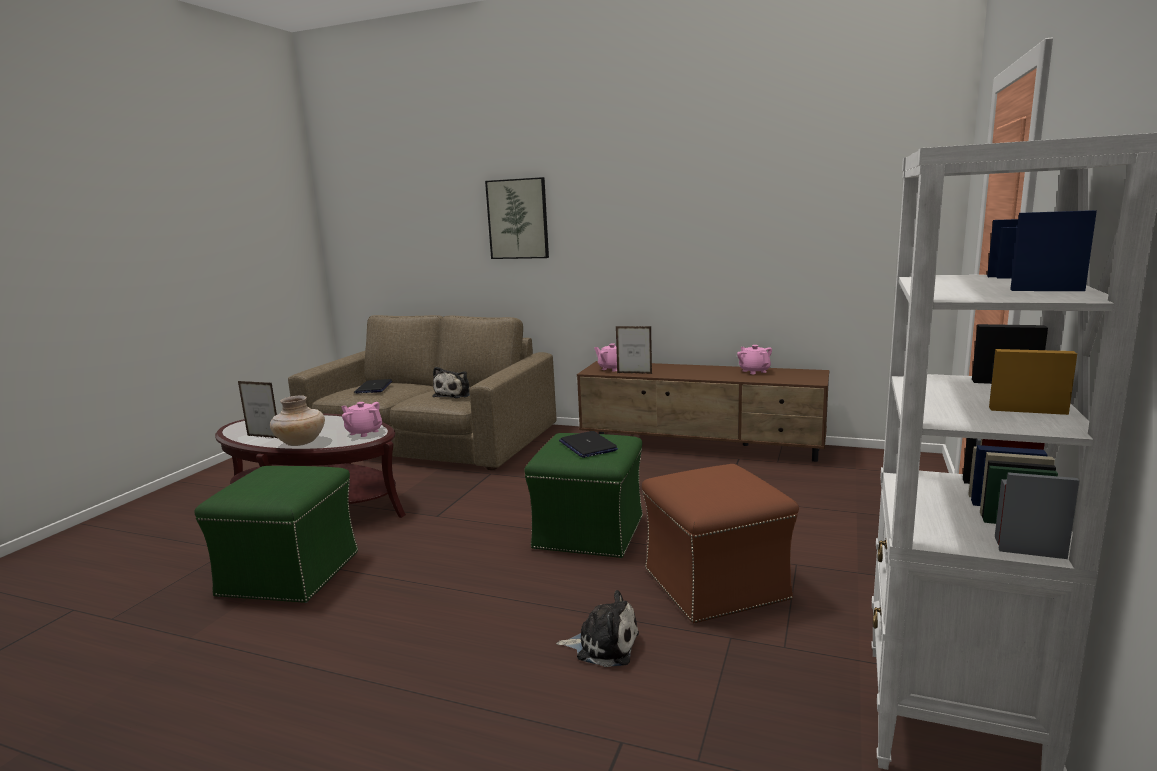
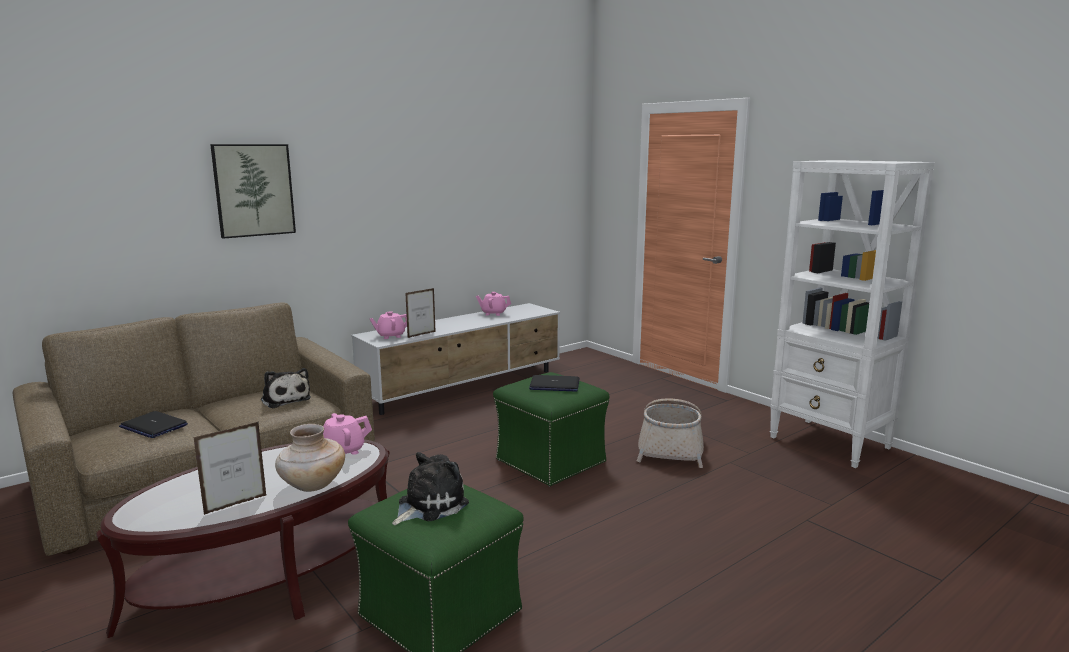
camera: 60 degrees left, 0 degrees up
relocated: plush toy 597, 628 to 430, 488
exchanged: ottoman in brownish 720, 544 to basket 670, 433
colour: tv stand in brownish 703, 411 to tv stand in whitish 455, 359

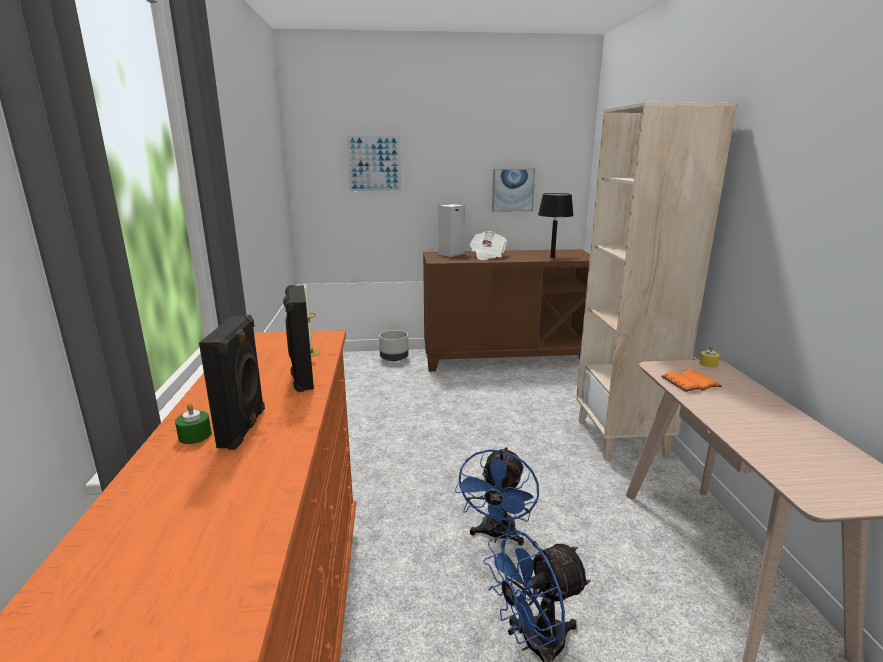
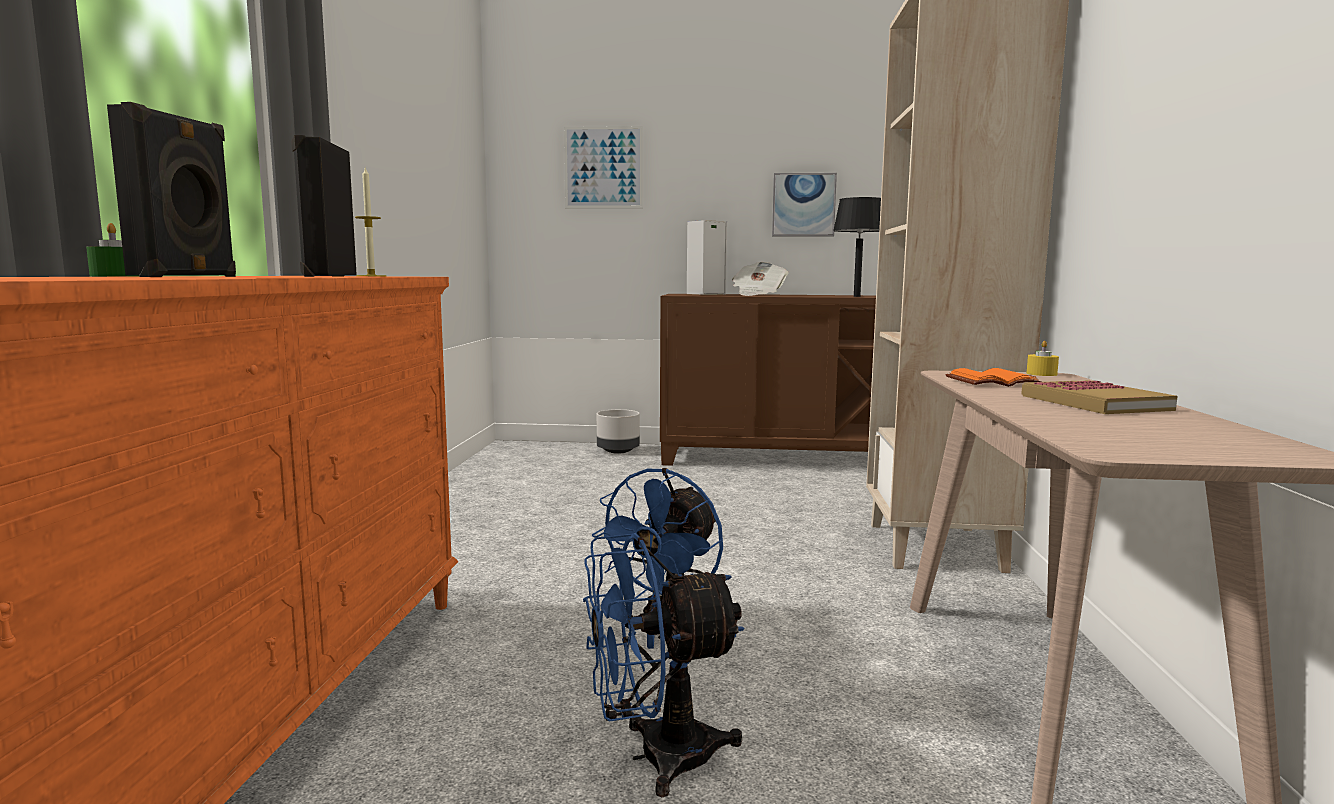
camera: 10 degrees right, 10 degrees down
appeared: bound book 1099, 397

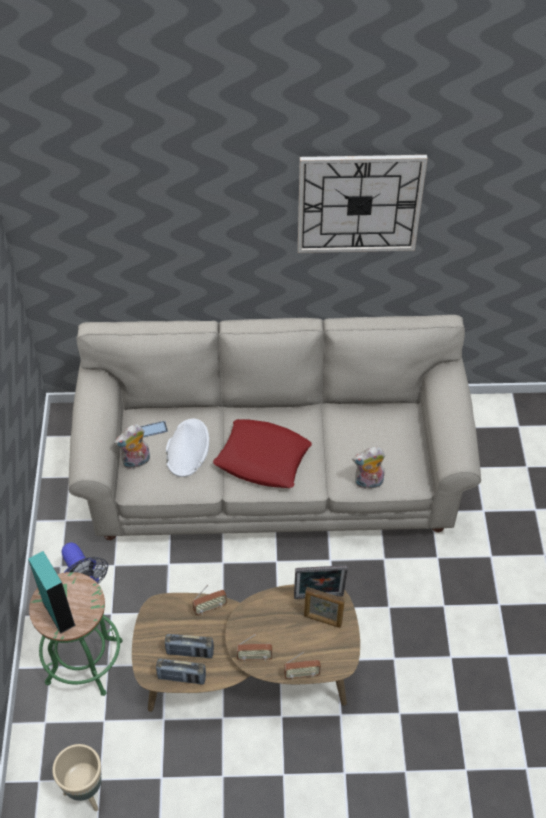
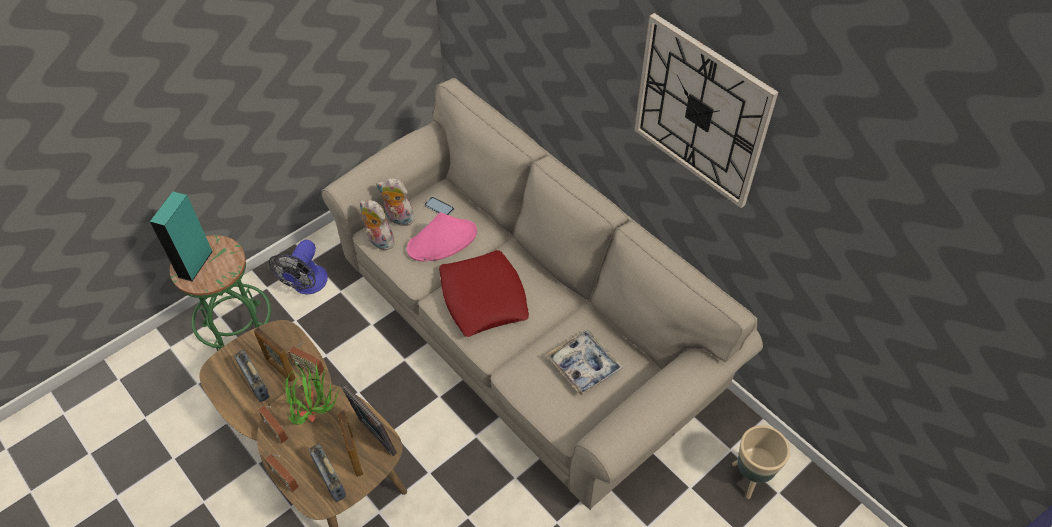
camera: 50 degrees right, 0 degrees up
appeared: photo frame 275, 354; houseplant 311, 393; serving tray 584, 363
relocated: planter in sand-coloured 77, 777 to 761, 462; radio receiver 181, 671 to 327, 473; plush toy 368, 468 to 377, 225
colour: clothing hat in whitish 187, 448 to clothing hat in pinkish 442, 237

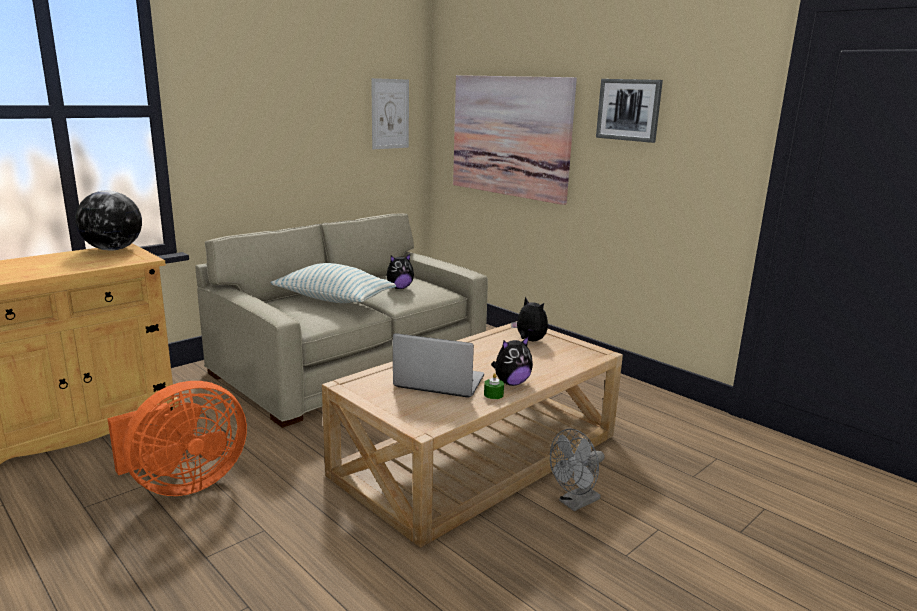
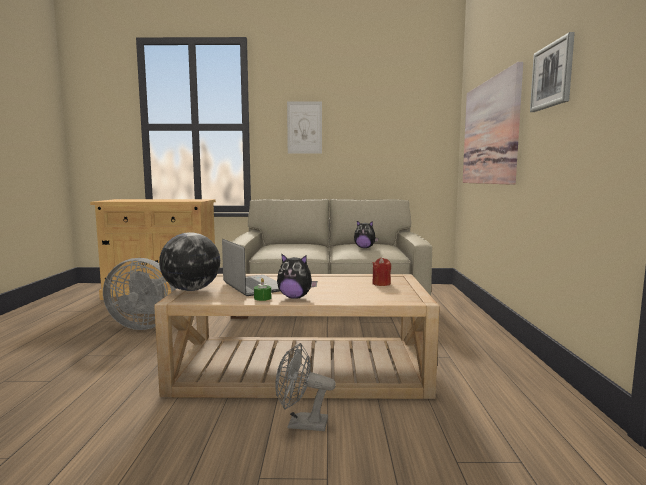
camera: 45 degrees right, 10 degrees down
missing: cushion 333, 283
relocated: world globe 108, 221 to 189, 261; wall picture 390, 113 to 304, 127
exchanged: plush toy 529, 319 to wax candle in reddish 381, 271
colour: cooling fan in orange-coloured 177, 438 to cooling fan in grey 140, 294

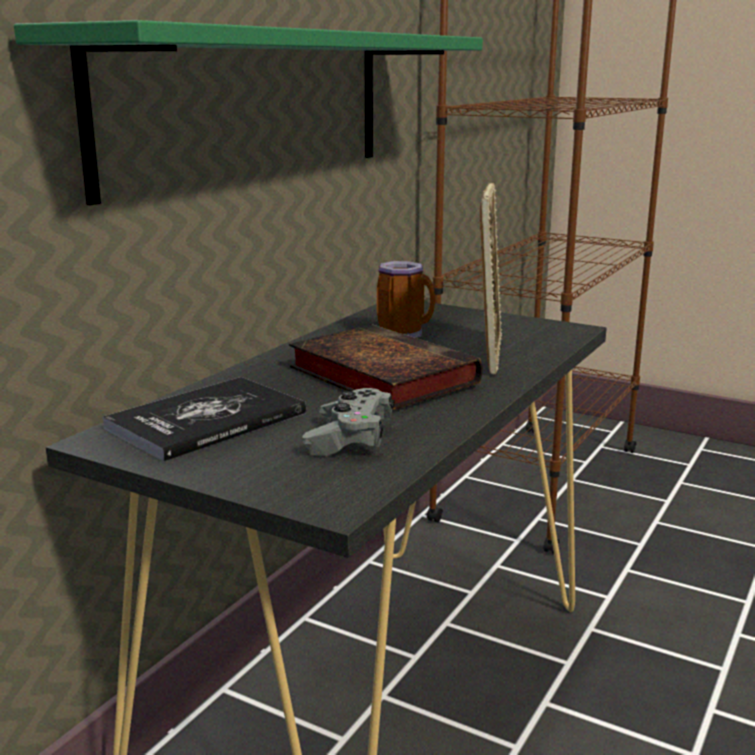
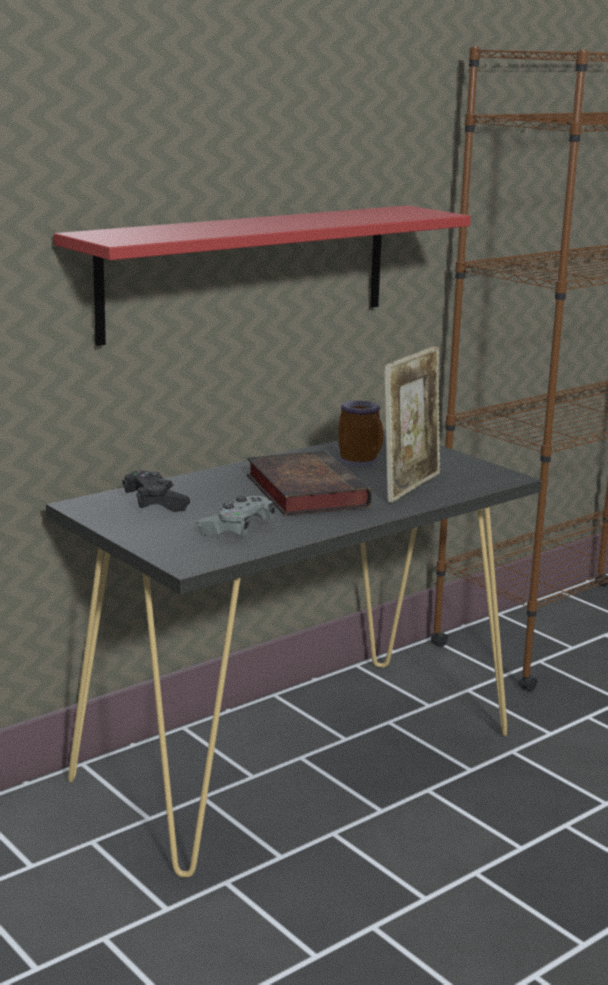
camera: 20 degrees right, 0 degrees up
exchanged: bound book 204, 419 to game controller in black 156, 491
colour: shelf in green-coloured 248, 112 to shelf in reddish 262, 276

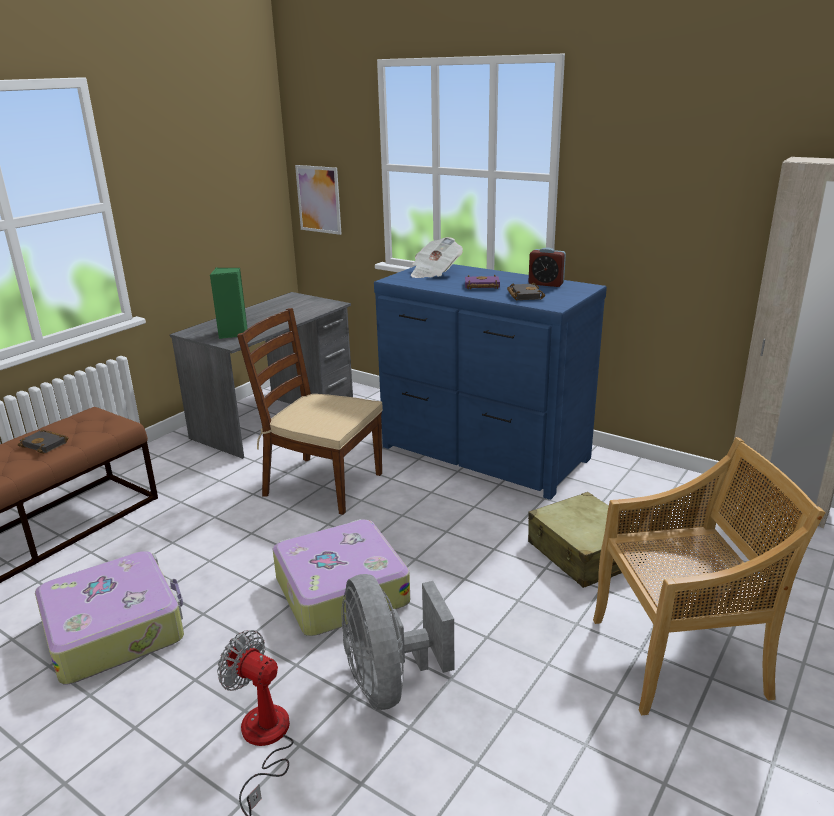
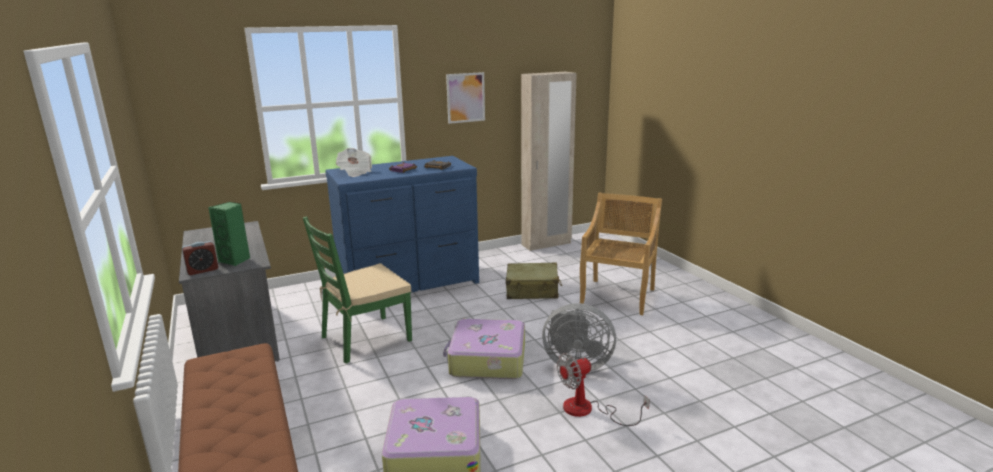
camera: 60 degrees left, 5 degrees down
missing: bound book in black 43, 441
relocated: wall picture 318, 200 to 465, 98; table clock 547, 267 to 200, 258
colour: chair in brownish 310, 411 to chair in green-coloured 357, 290

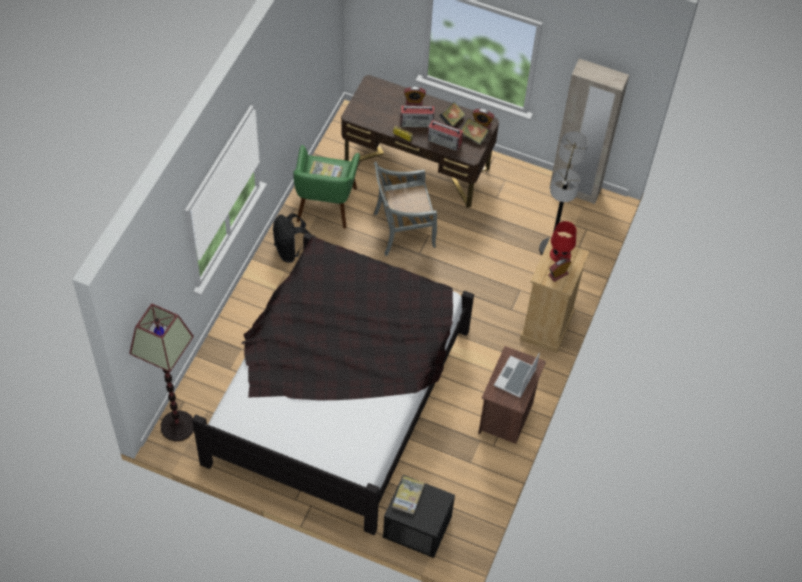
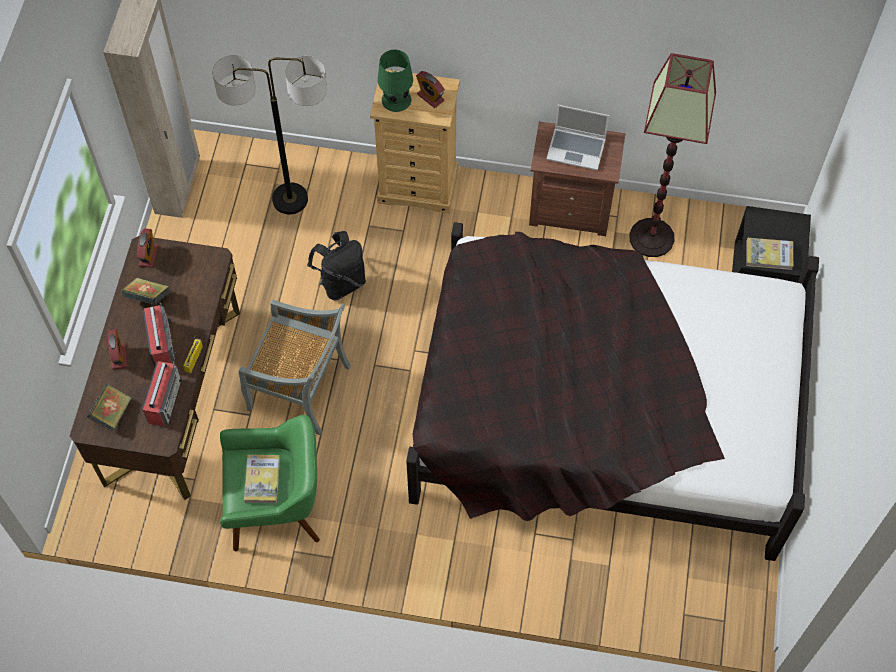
camera: 100 degrees left, 5 degrees up
relocated: standing lamp 161, 372 to 672, 155; backpack in black 291, 238 to 336, 265; radio receiver 445, 135 to 162, 394; bound book 475, 131 to 109, 408
colour: tabletop lamp in reddish 563, 241 to tabletop lamp in green-coloured 395, 80
spun: chair in grey 405, 209 = 295, 367 45 degrees counterclockwise

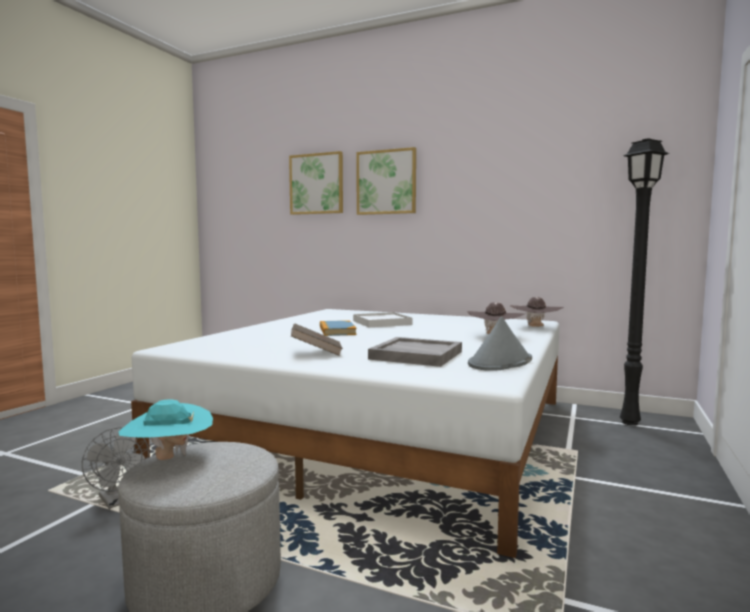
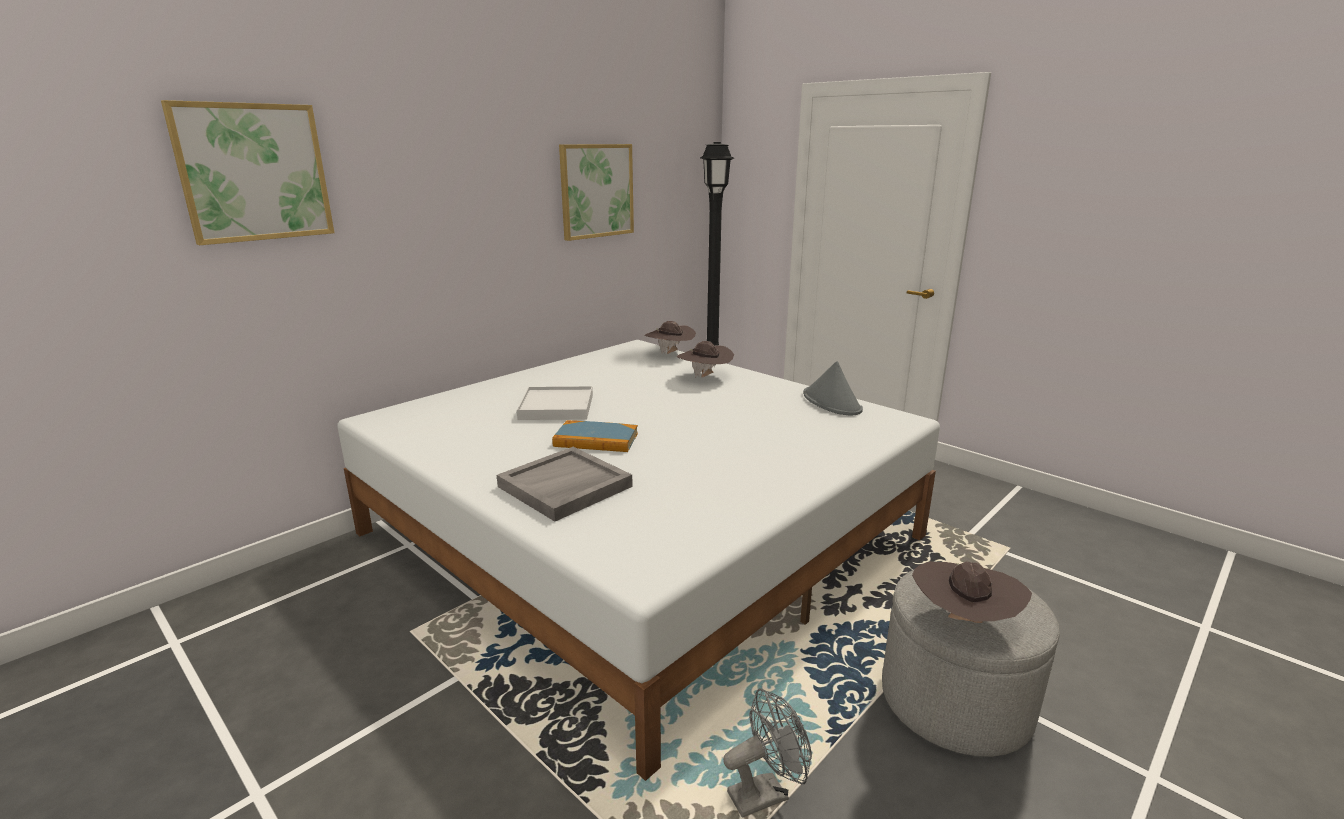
camera: 70 degrees left, 15 degrees up
missing: bound book in brownish 317, 339
relocated: wall picture 386, 181 to 596, 192; serving tray in grey 415, 352 to 565, 484
colour: clothing hat in turquoise-coloured 166, 429 to clothing hat in brownish 972, 592

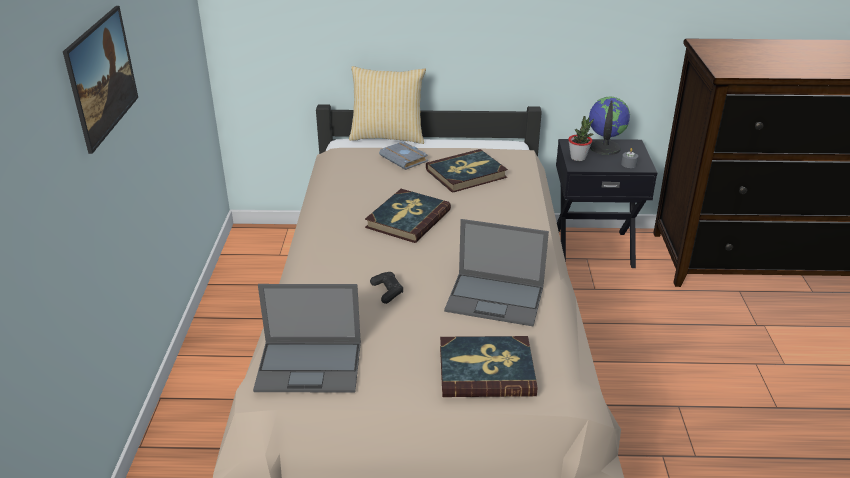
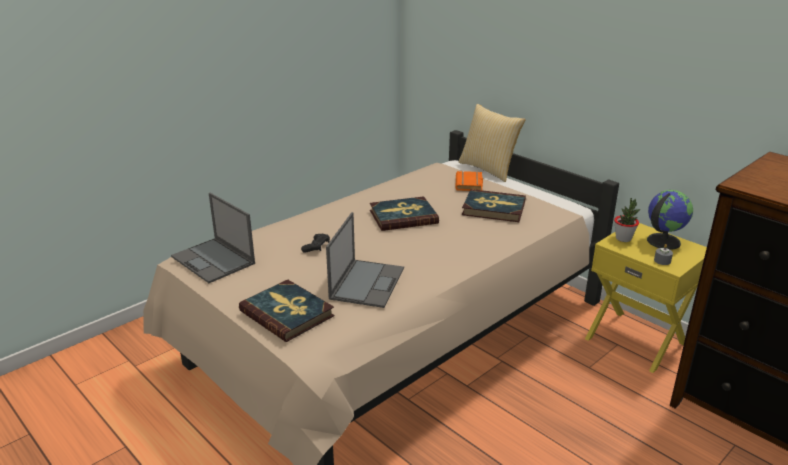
camera: 45 degrees right, 5 degrees down
missing: wall picture 100, 80
colour: bound book in grey 403, 155 to bound book in orange-coloured 469, 181; night table in black 606, 203 to night table in yellow-coloured 646, 298
spun: laptop 496, 272 = 365, 260 135 degrees counterclockwise

